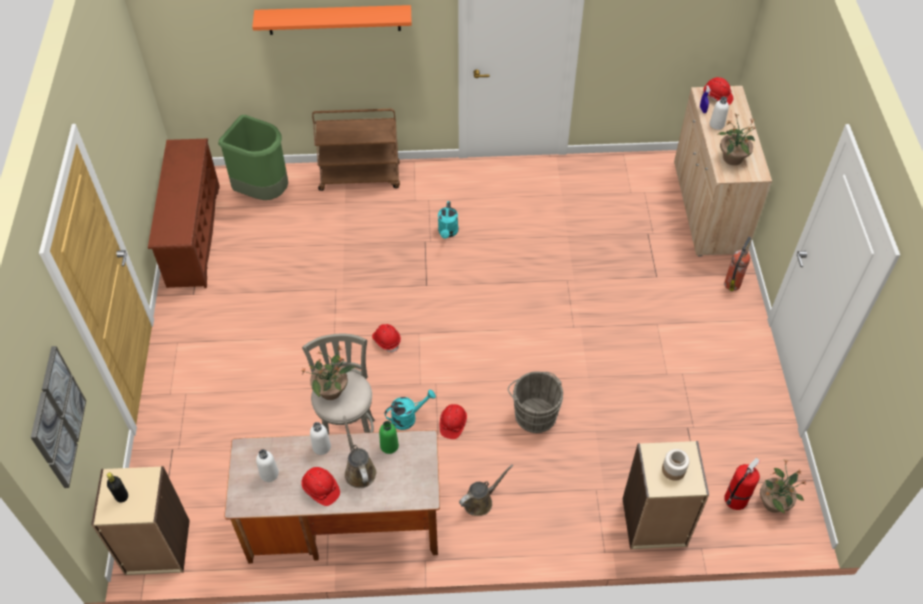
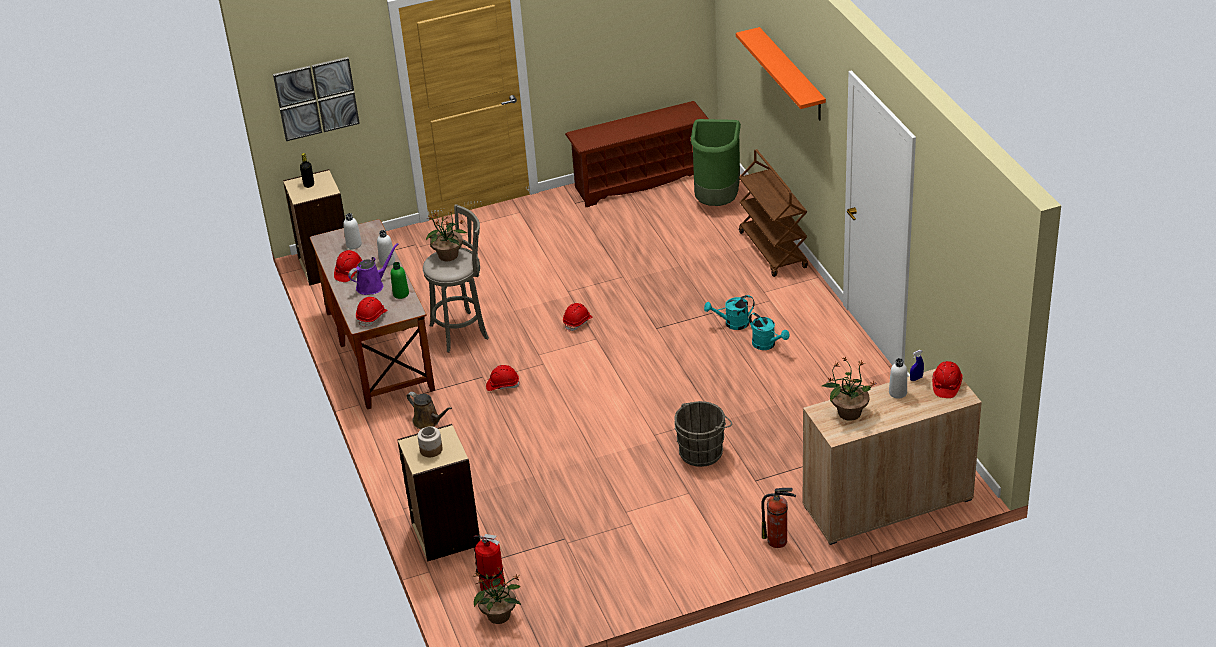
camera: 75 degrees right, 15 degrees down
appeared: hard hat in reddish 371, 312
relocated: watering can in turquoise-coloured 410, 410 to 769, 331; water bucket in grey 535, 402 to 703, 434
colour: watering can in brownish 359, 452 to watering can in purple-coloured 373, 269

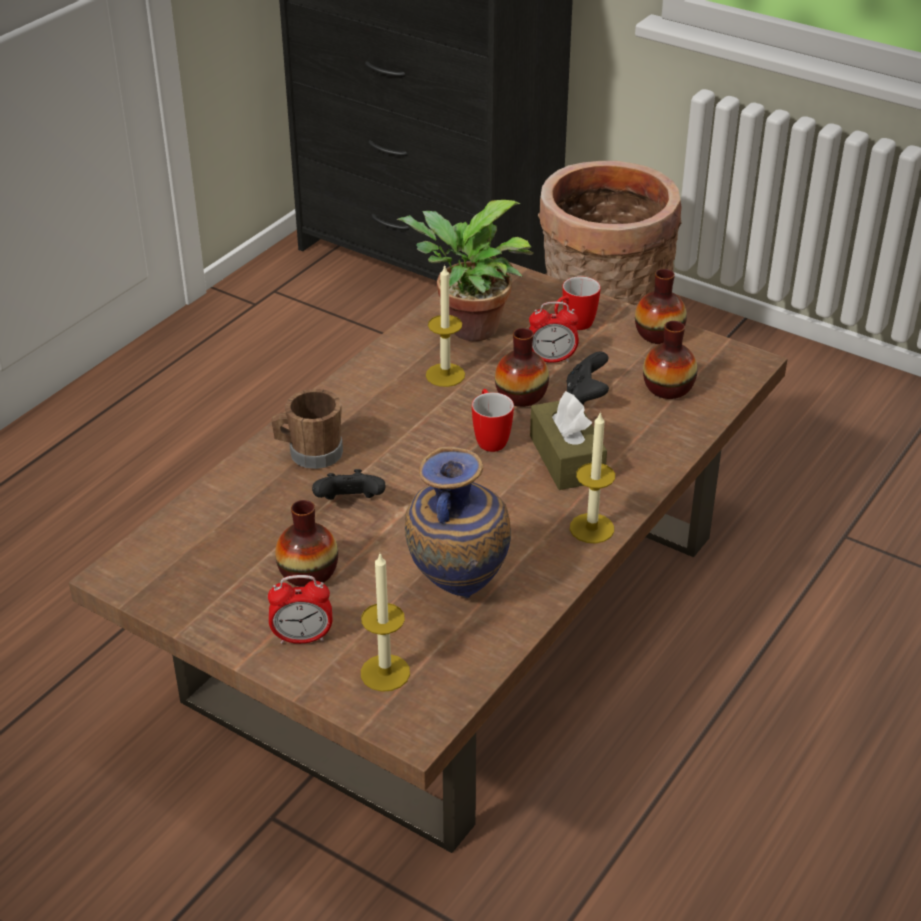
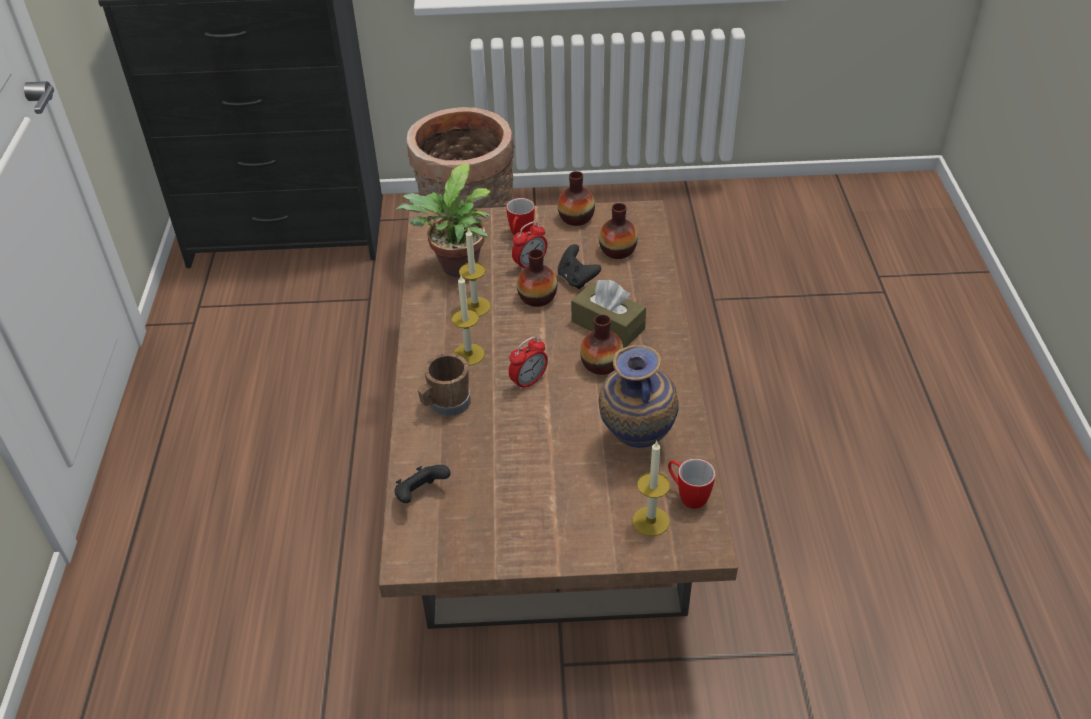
camera: 35 degrees left, 5 degrees up
relocated: table clock 300, 609 to 528, 364; flower vase 306, 543 to 601, 344; game controller in black 349, 484 to 422, 484; coffee mug 493, 420 to 691, 483; wax candle 592, 477 to 468, 320

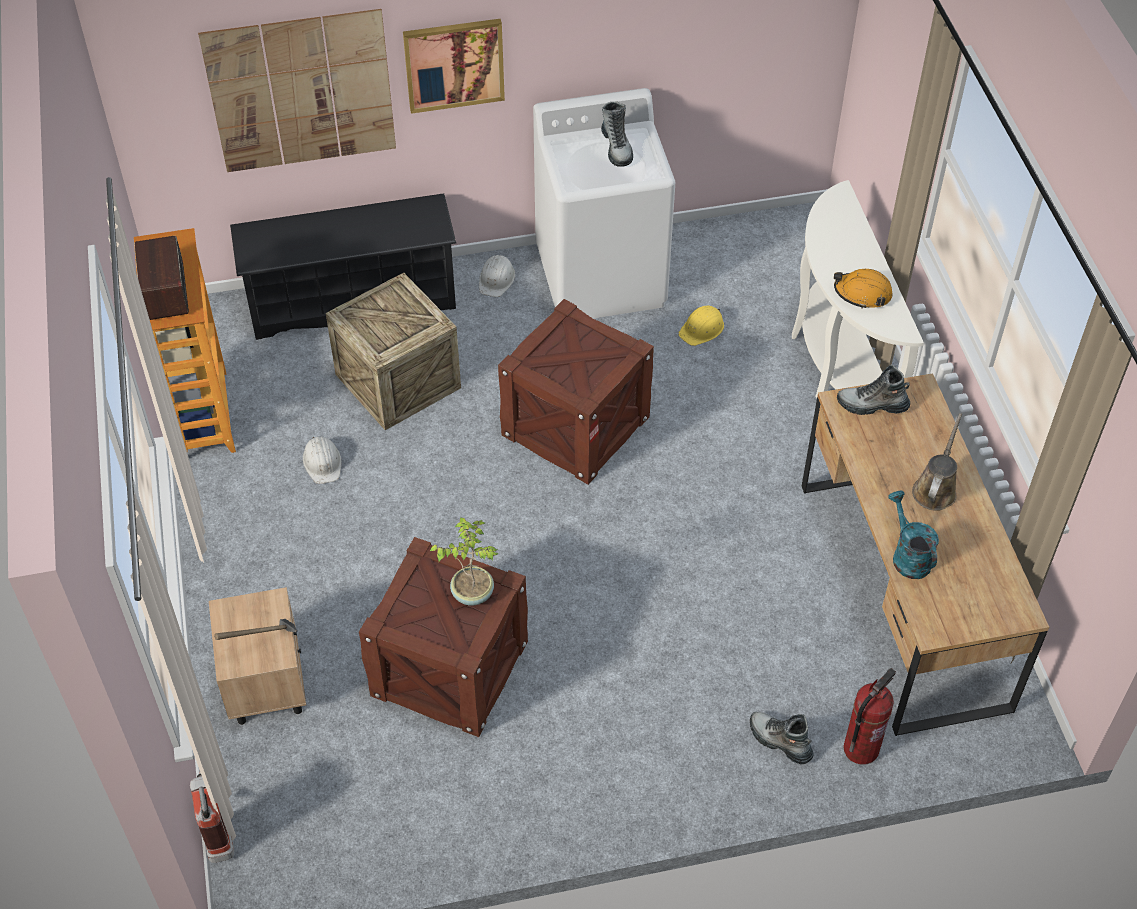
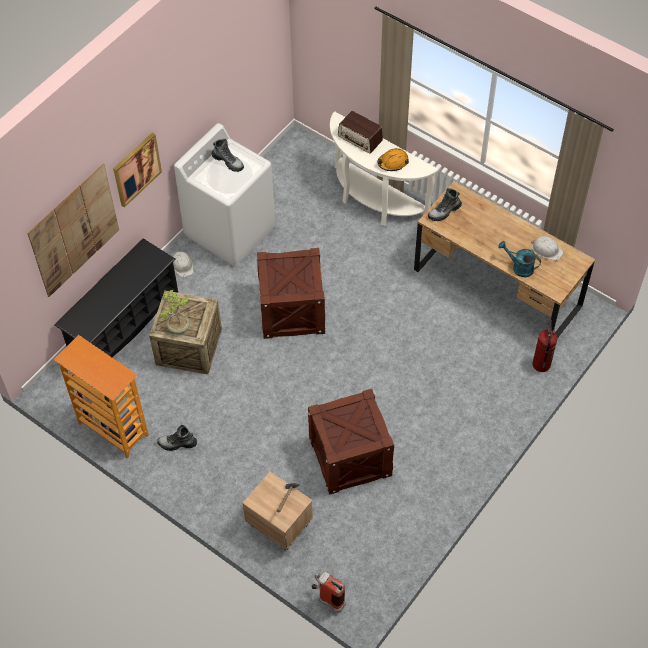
camera: 40 degrees left, 5 degrees up
missing: hard hat in yellow-coloured 701, 325; watering can in brownish 937, 462
relocated: radio receiver 161, 278 to 360, 132; hard hat in whitish 322, 460 to 547, 248; houseplant 464, 561 to 175, 312; boot 781, 738 to 177, 438

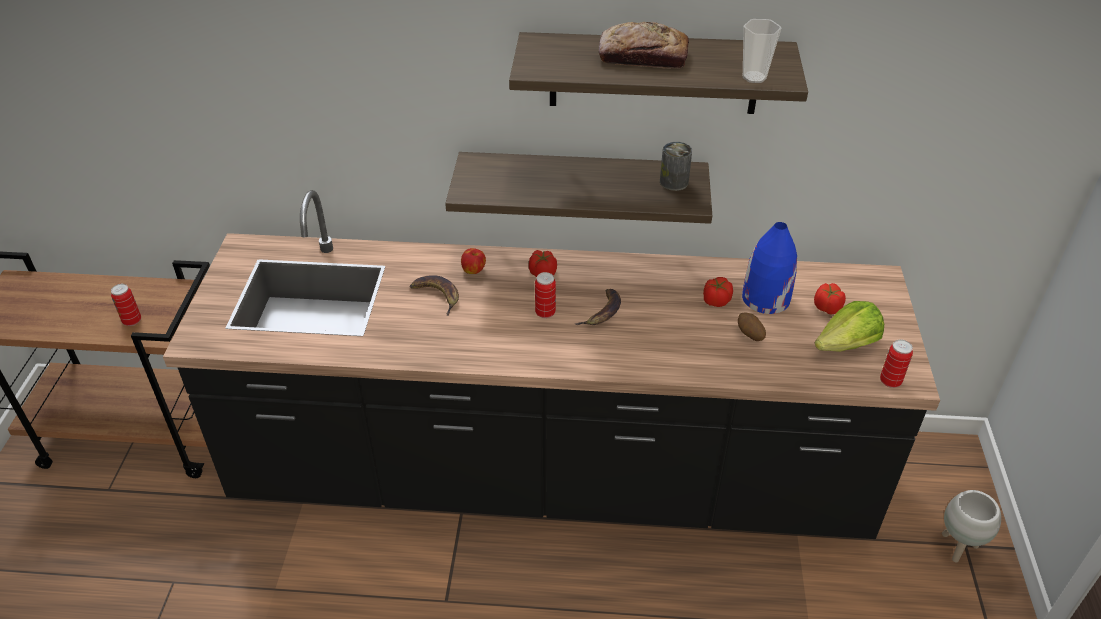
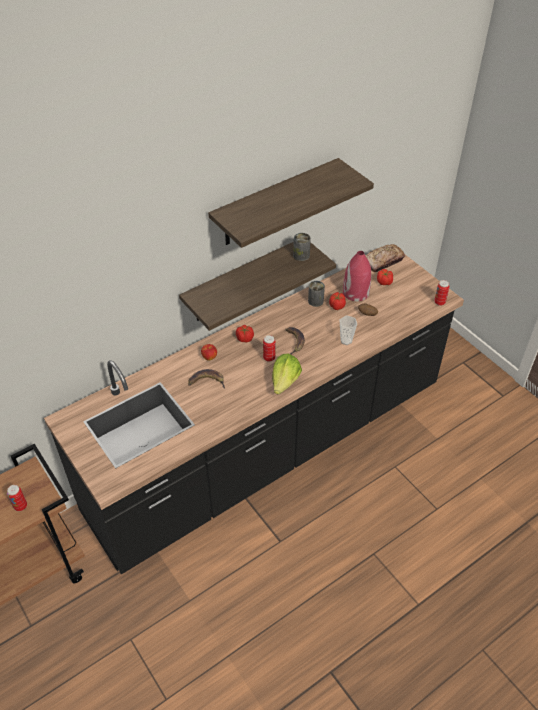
camera: 40 degrees left, 5 degrees up
missing: planter in whitish 971, 526
appeared: sealed can 316, 294
relocated: bakery bread 644, 45 to 385, 258; small cup 762, 51 to 348, 330; head of lettuce 849, 326 to 287, 374
colour: flower vase in blue-coloured 769, 268 to flower vase in reddish 357, 276

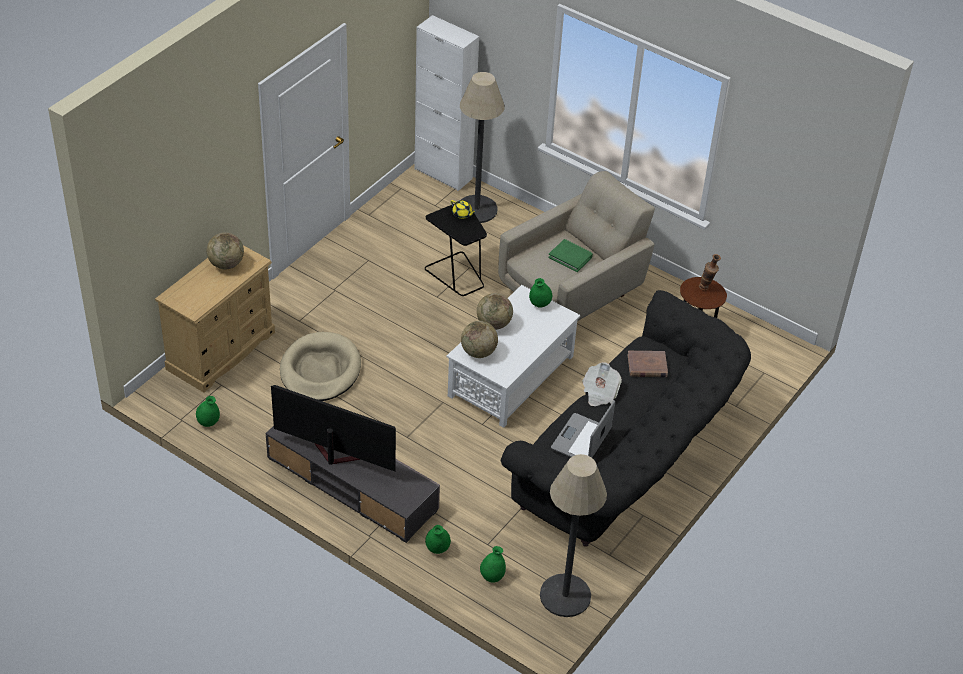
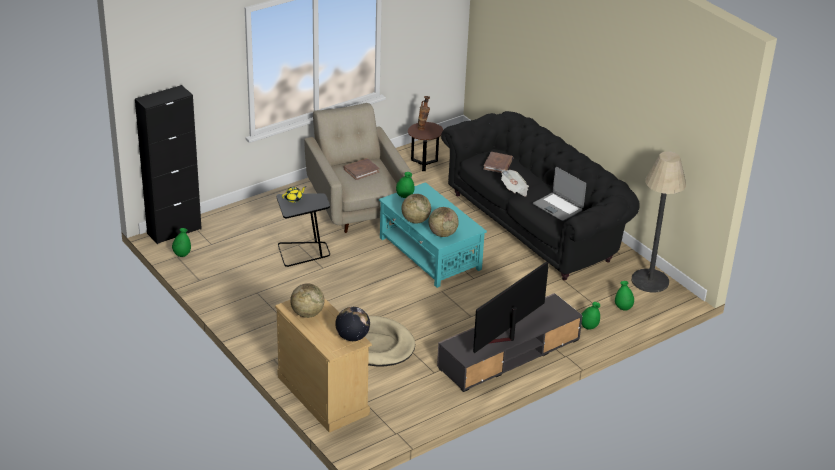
camera: 70 degrees left, 10 degrees down
missing: standing lamp 482, 147
appeared: world globe 352, 324
relocated: flower vase in green-coloured 208, 411 to 181, 242
colour: cupboard in whitish 447, 103 to cupboard in black 168, 164; coffee table in whitish 513, 356 to coffee table in turquoise-coloured 433, 235; bound book in green-coloured 570, 255 to bound book in brownish 361, 169

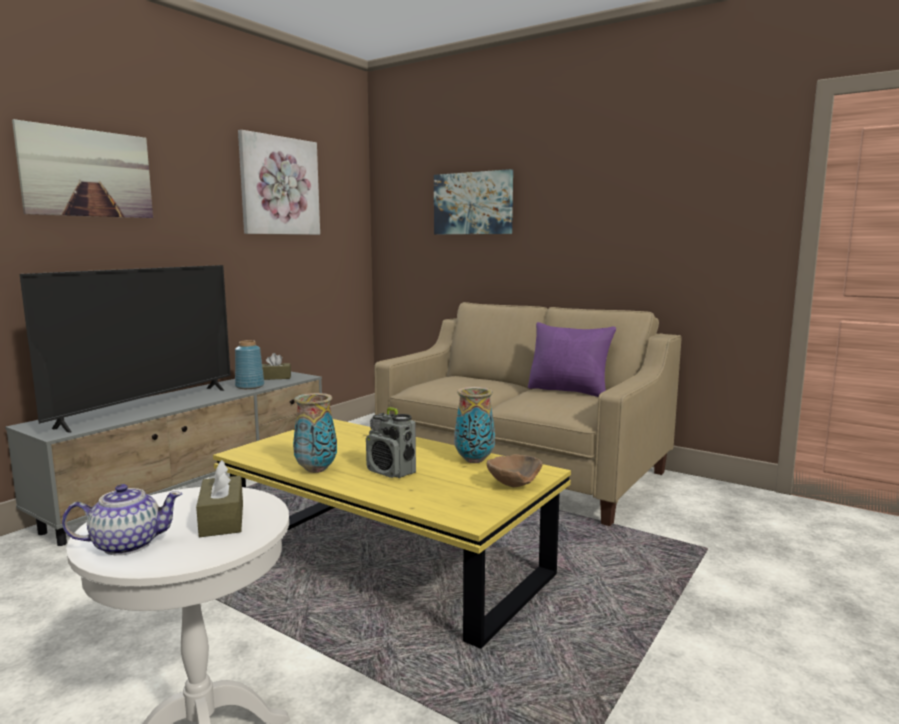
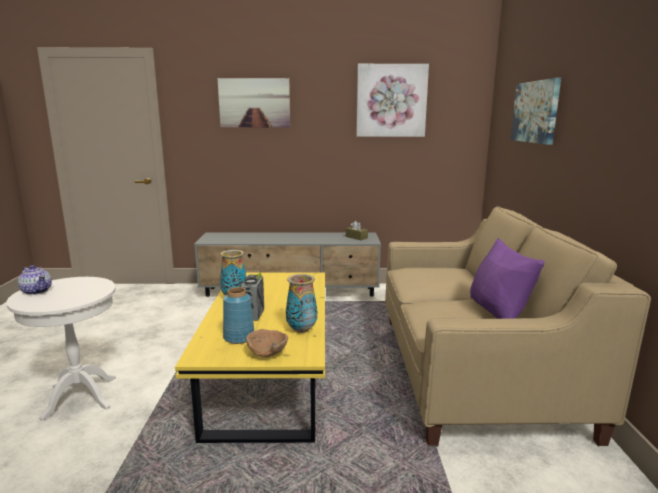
camera: 55 degrees right, 5 degrees up
missing: television 125, 349; tissue holder in brownish 219, 498
relocated: flower vase in blue-coloured 249, 364 to 238, 315

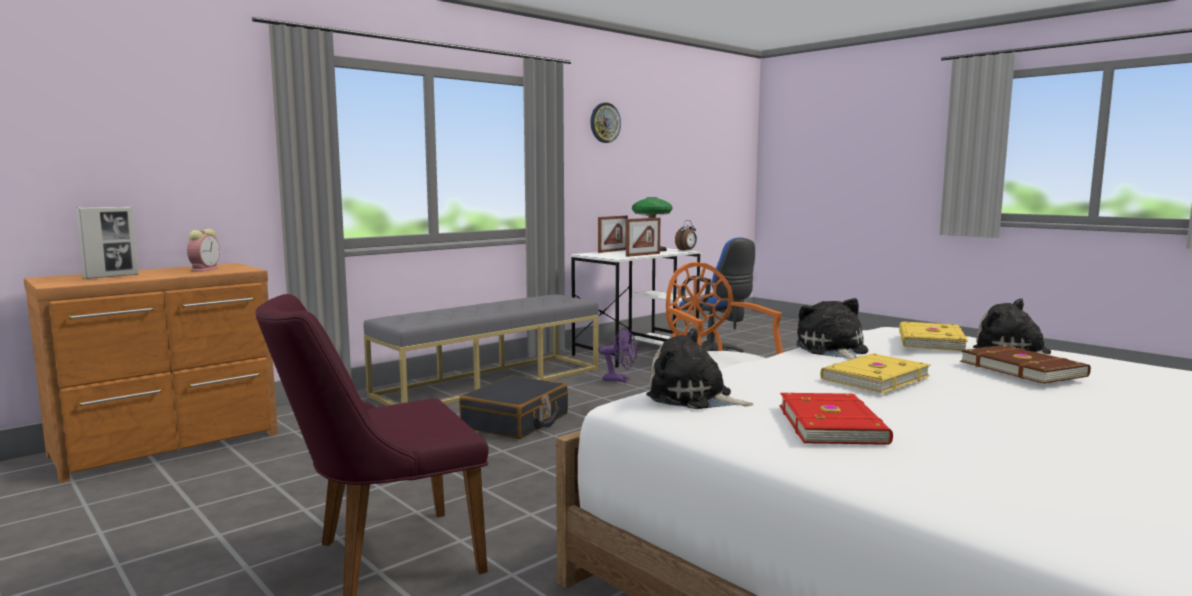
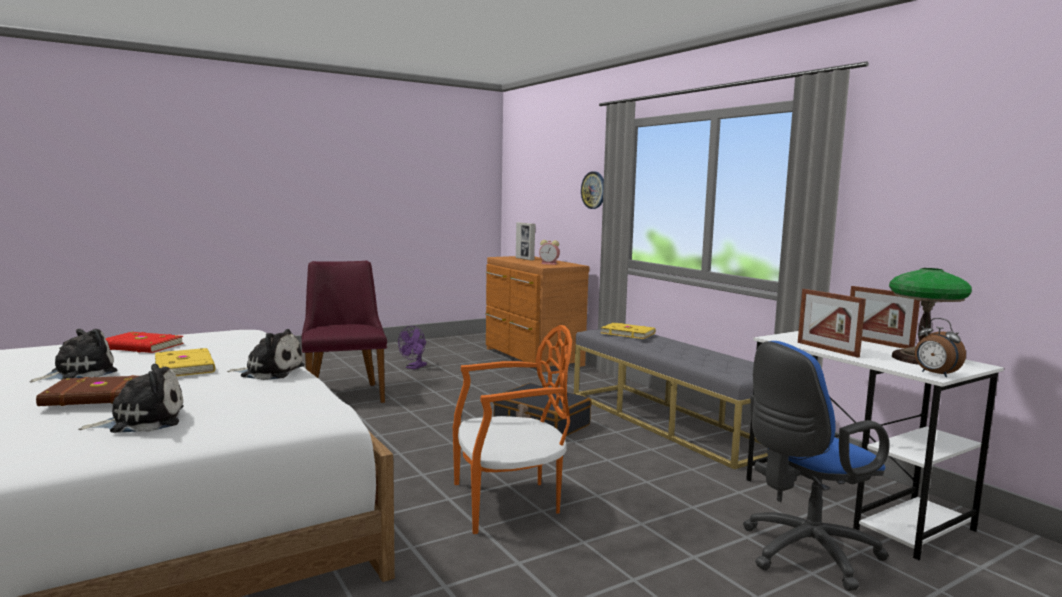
camera: 100 degrees right, 0 degrees up
relocated: wall clock 605, 123 to 592, 190; cooling fan in purple-coloured 618, 354 to 412, 348; plush toy 699, 368 to 73, 356; bound book in yellow-coloured 933, 336 to 628, 331

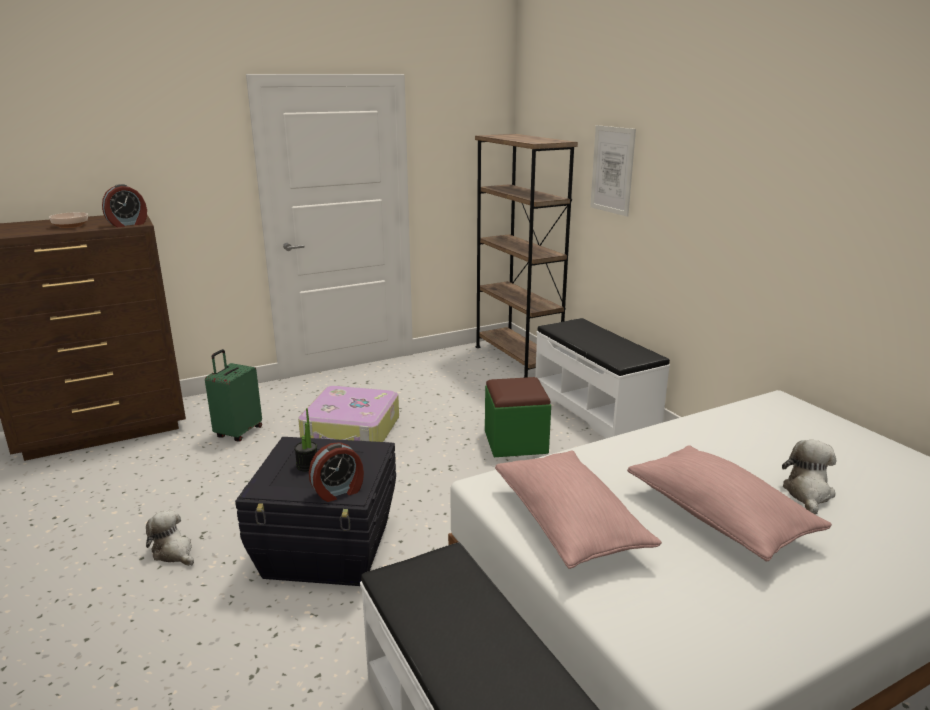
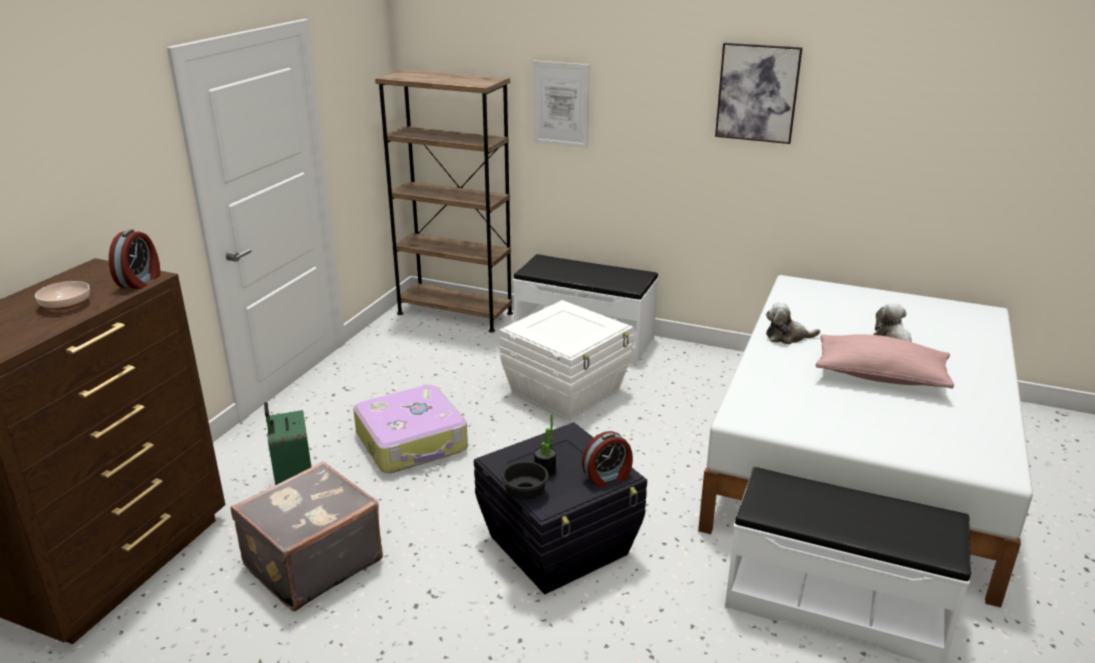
camera: 40 degrees left, 5 degrees up
missing: cushion in pinkish 578, 510
appeared: suitcase in grey 307, 536; deep dish in black 525, 480; wall picture 759, 93
relocated: plush toy 170, 538 to 793, 323
exchanged: ottoman in green-coloured 518, 417 to storage box in whitish 566, 360
spun: table clock 336, 472 = 607, 459 45 degrees clockwise

